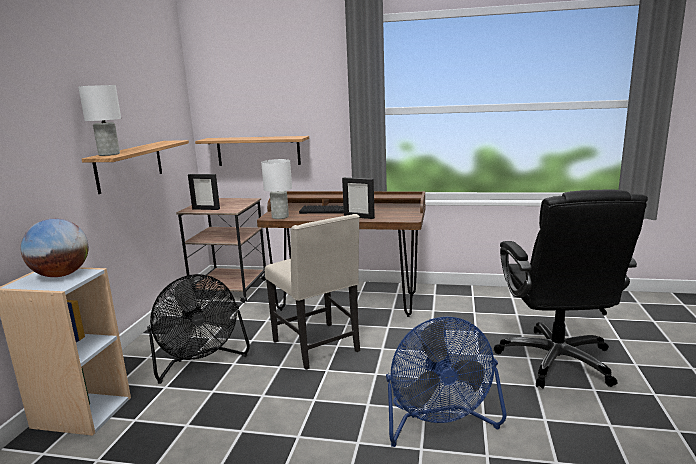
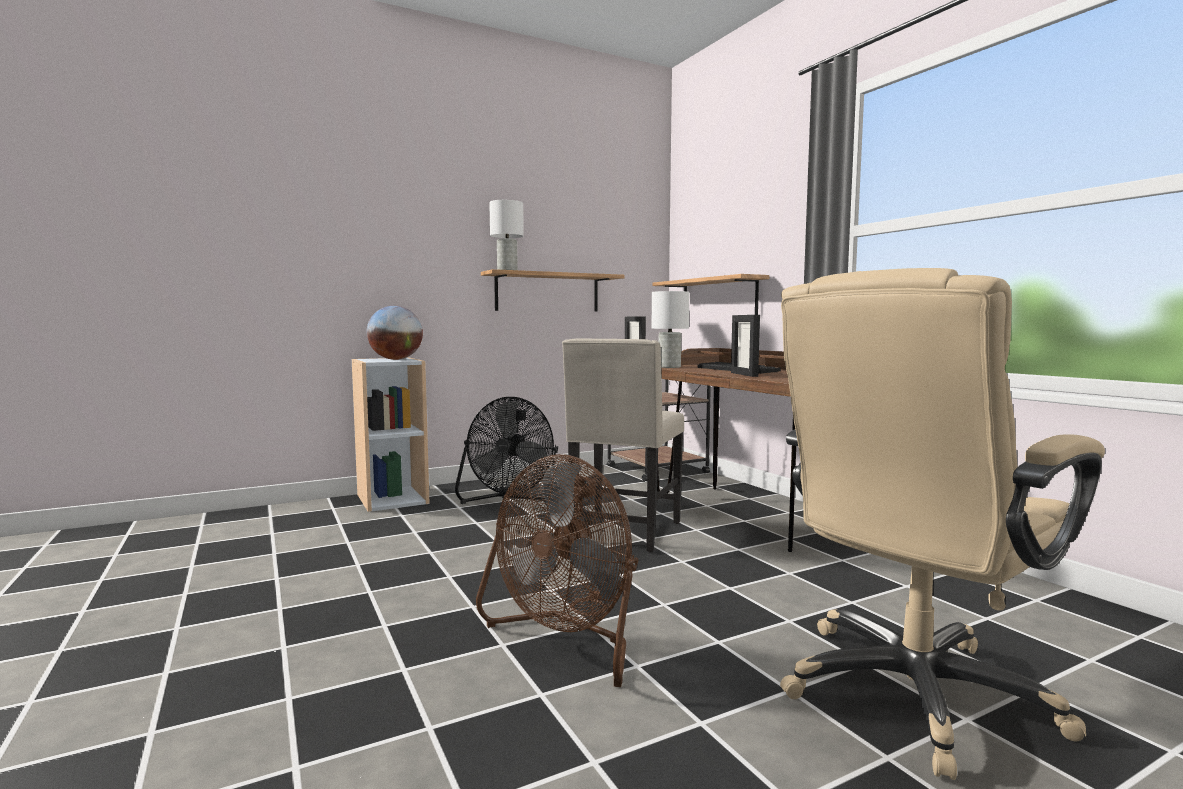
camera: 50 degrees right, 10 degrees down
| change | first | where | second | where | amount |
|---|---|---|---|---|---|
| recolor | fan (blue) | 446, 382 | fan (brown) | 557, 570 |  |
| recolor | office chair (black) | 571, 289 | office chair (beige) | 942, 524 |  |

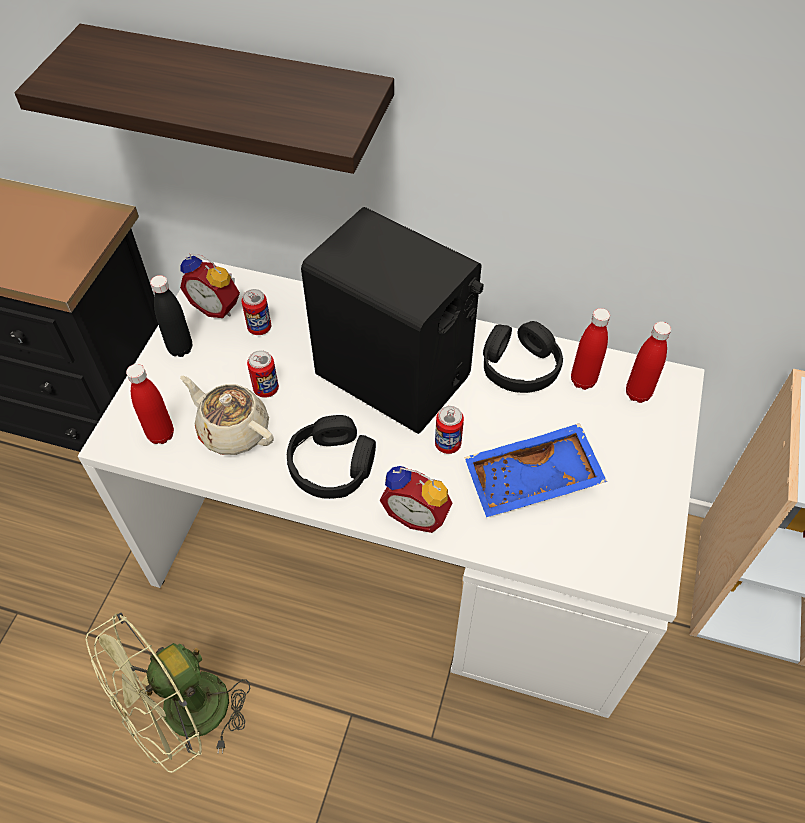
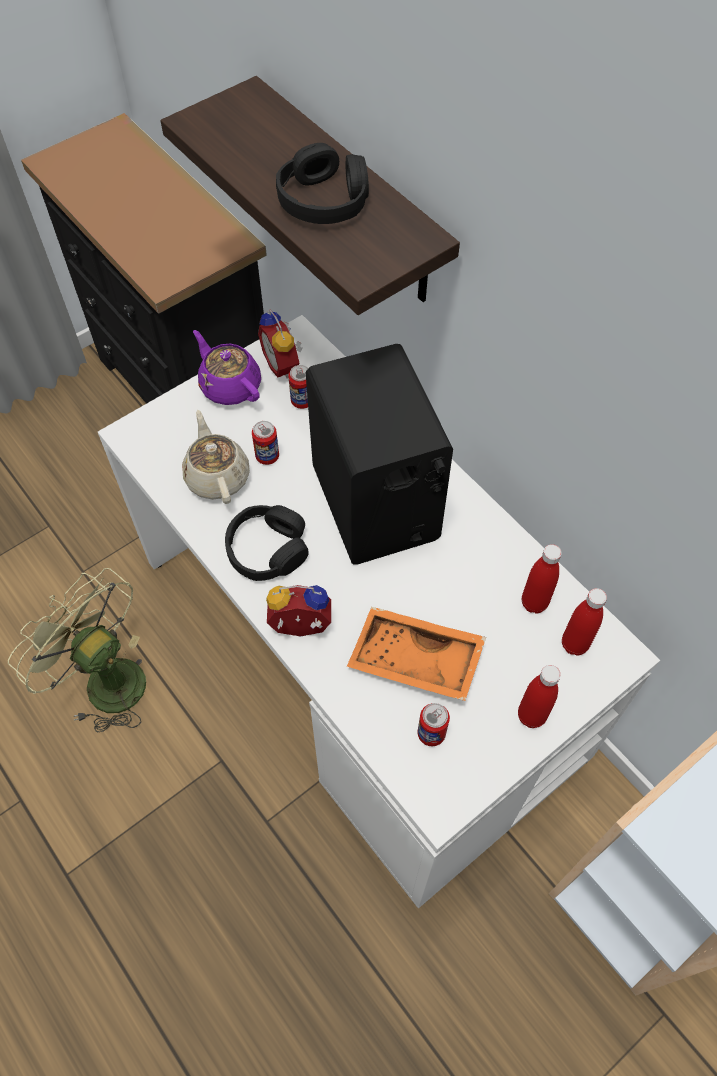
camera: 35 degrees right, 5 degrees up
| change | first | where | second | where | amount |
|---|---|---|---|---|---|
| rotate | fan (green) | 167, 693 |  | 77, 650 | 45 degrees clockwise |
| move | bottle (red) | 150, 404 |  | 539, 696 |  |
| replace | bottle (black) | 171, 316 | teapot (purple) | 227, 367 |  |
| rotate | alarm clock | 416, 499 |  | 298, 610 | 120 degrees clockwise |
| move | can | 449, 430 |  | 434, 724 |  |
| recolor | tray (blue) | 535, 470 | tray (orange) | 416, 654 |  |
| move | headphones (black) | 523, 357 |  | 322, 183 |  |

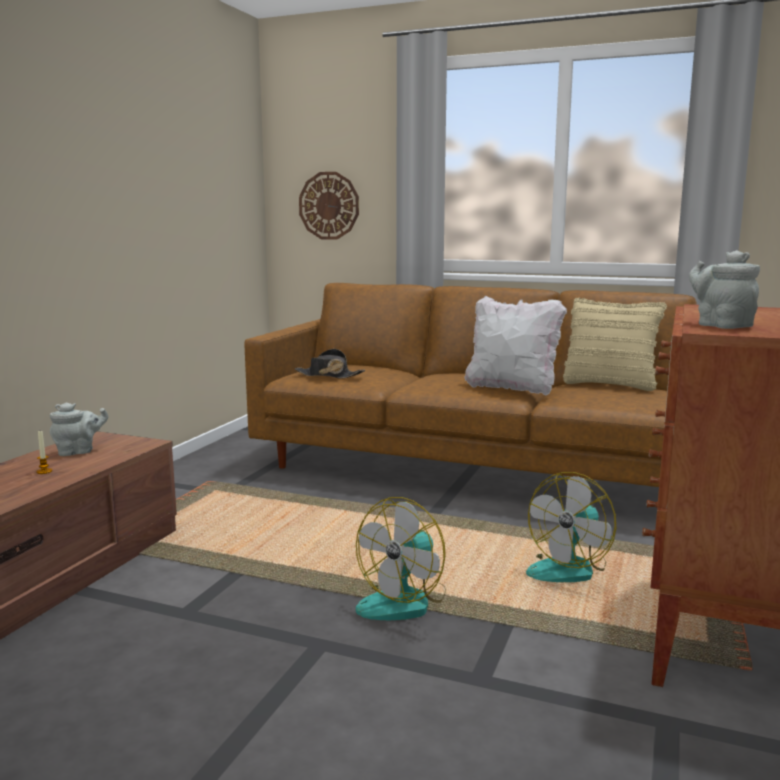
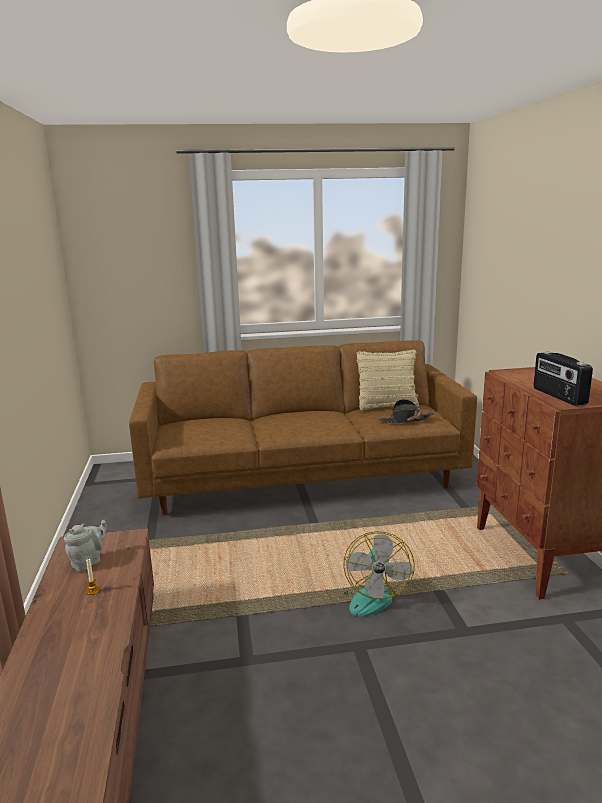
camera: 30 degrees left, 5 degrees up
| change | first | where | second | where | amount |
|---|---|---|---|---|---|
| move | hat (black) | 330, 363 |  | 406, 411 |  |
| delete | wall clock | 329, 206 |  |  |  |
| delete | pillow (white) | 515, 345 |  |  |  |
| delete | fan | 571, 527 |  |  |  |
| replace | teapot (grey) | 724, 289 | radio | 563, 379 |  |

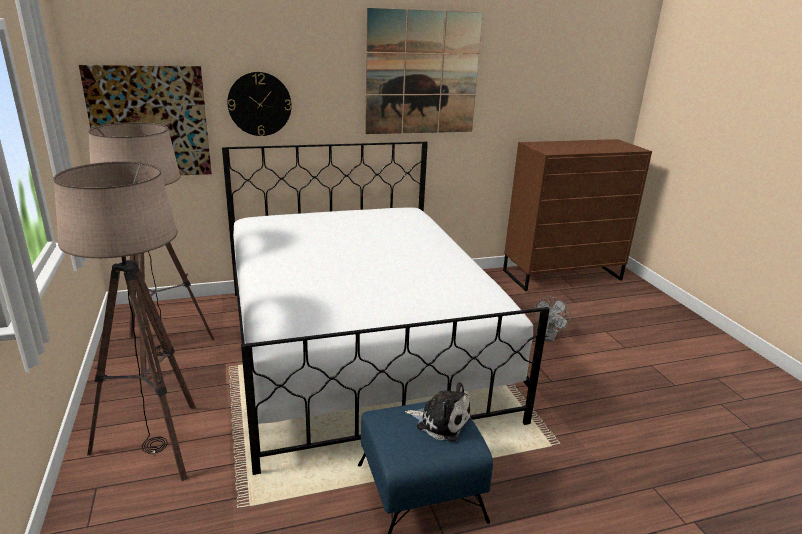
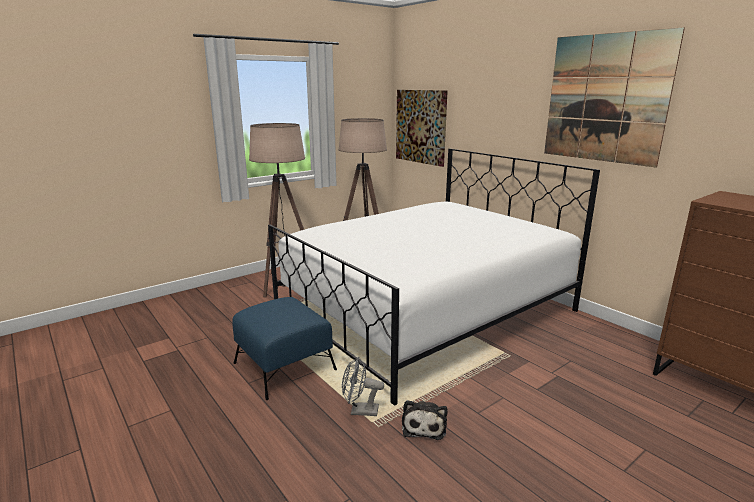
camera: 70 degrees right, 5 degrees down
| change | first | where | second | where | amount |
|---|---|---|---|---|---|
| delete | wall clock | 259, 104 |  |  |  |
| move | plush toy | 438, 412 |  | 425, 420 |  |
| move | fan (grey) | 552, 319 |  | 363, 386 |  |

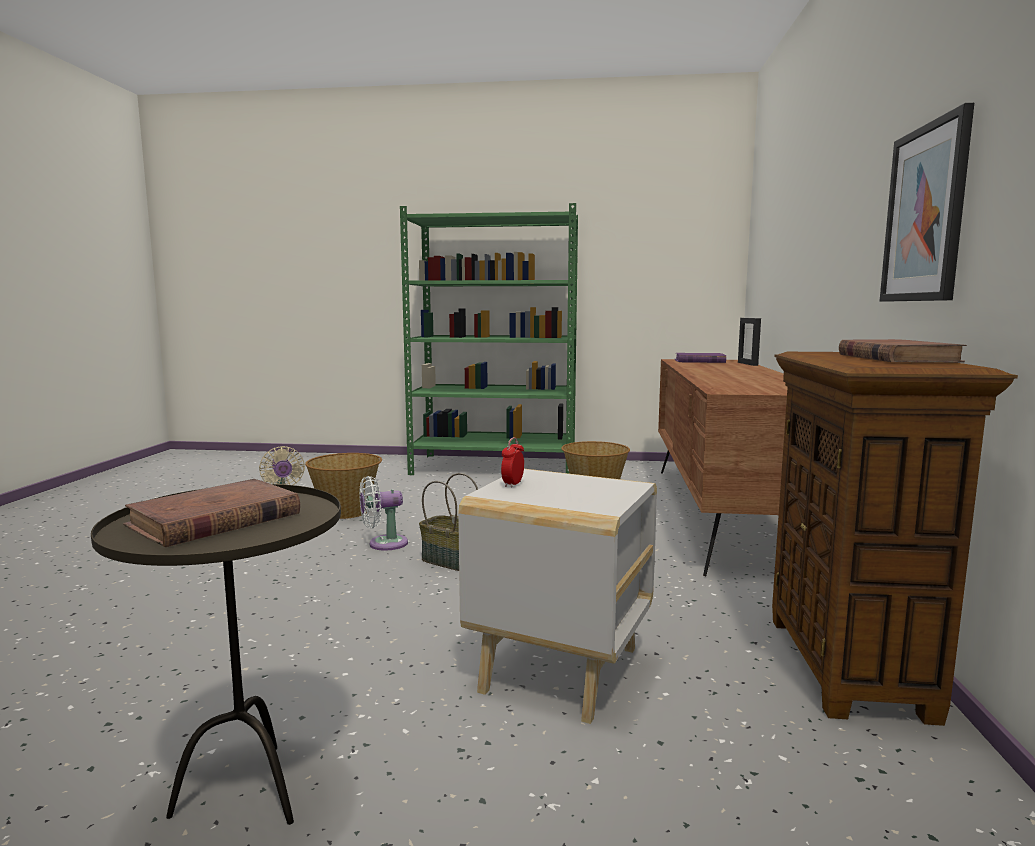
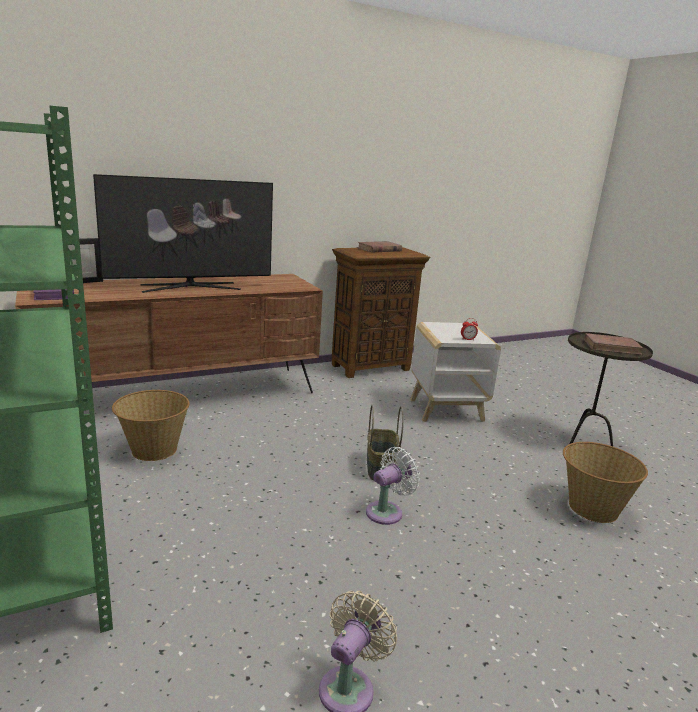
camera: 125 degrees left, 10 degrees up
| change | first | where | second | where | amount |
|---|---|---|---|---|---|
| move | basket | 343, 486 |  | 605, 482 |  |
| rotate | fan (white) | 383, 513 |  | 393, 486 | 75 degrees counterclockwise |
| delete | picture | 927, 202 |  |  |  |
| insert |  |  | television | 183, 233 |  |

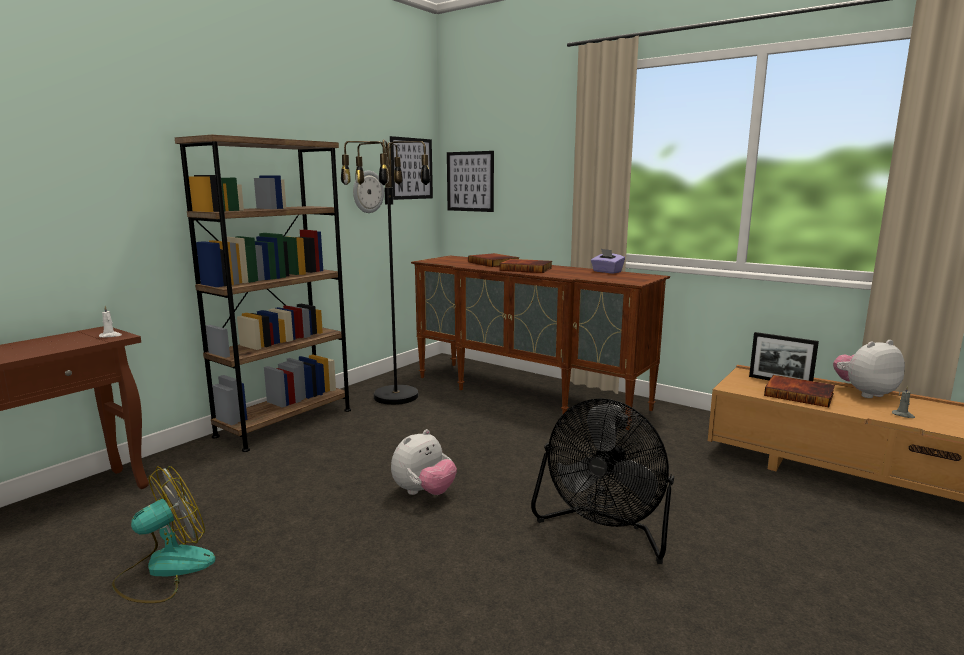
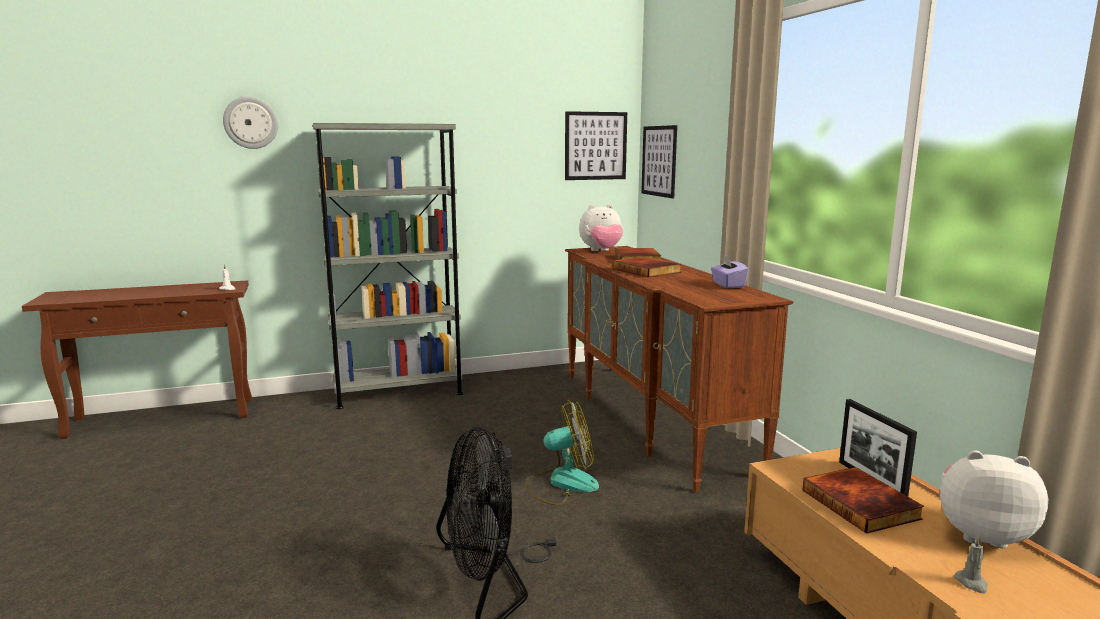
camera: 35 degrees right, 0 degrees up
| change | first | where | second | where | amount |
|---|---|---|---|---|---|
| move | fan | 163, 534 |  | 562, 452 |  |
| recolor | bookcase (brown) | 263, 293 | bookcase (grey) | 388, 266 |  |
| delete | floor lamp | 385, 272 |  |  |  |
| move | wall clock | 368, 192 |  | 250, 122 |  |
| move | plush toy | 424, 462 |  | 601, 227 |  |

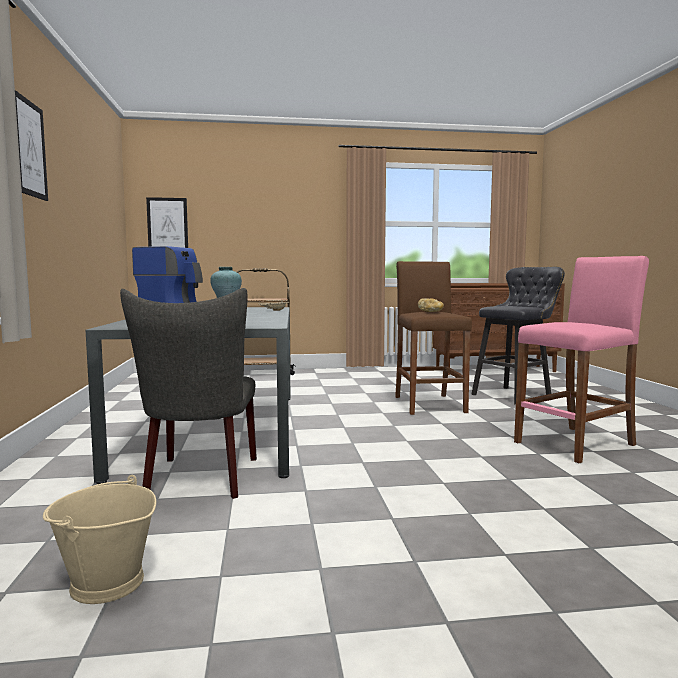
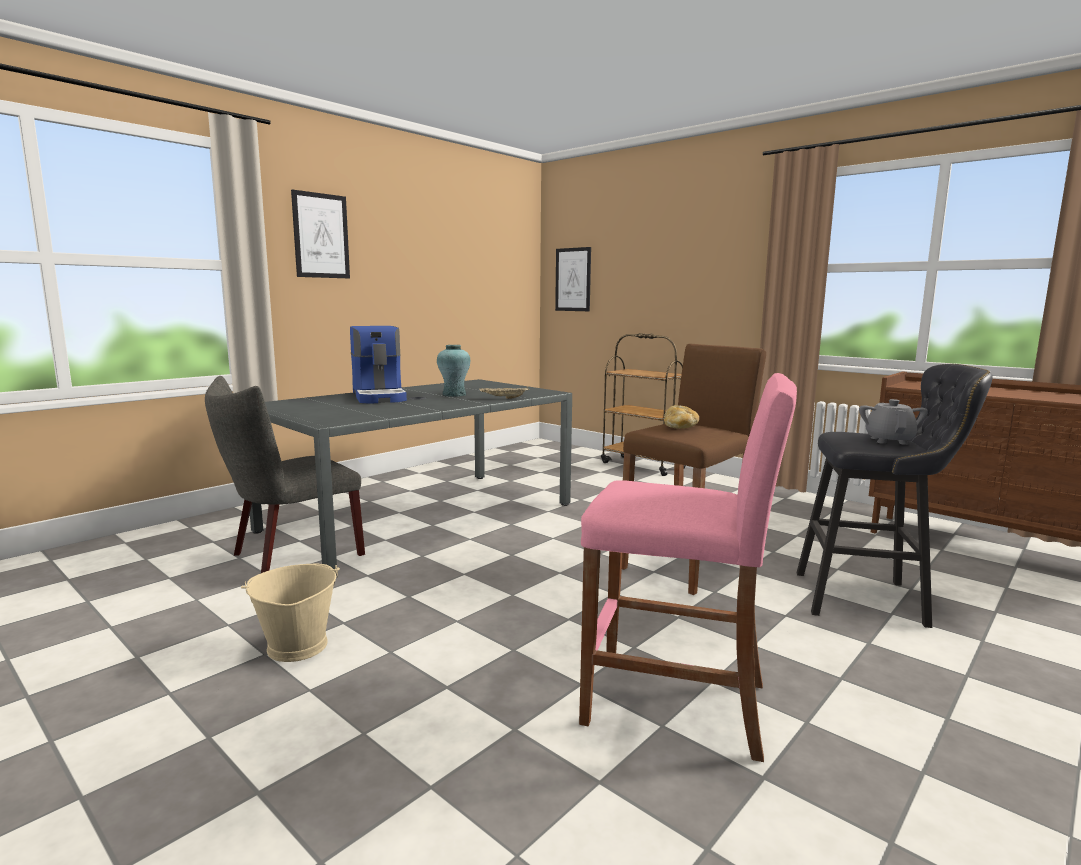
camera: 50 degrees right, 5 degrees up
| change | first | where | second | where | amount |
|---|---|---|---|---|---|
| move | bucket (beige) | 99, 539 |  | 290, 613 |  |
| insert |  |  | teapot (grey) | 893, 422 |  |

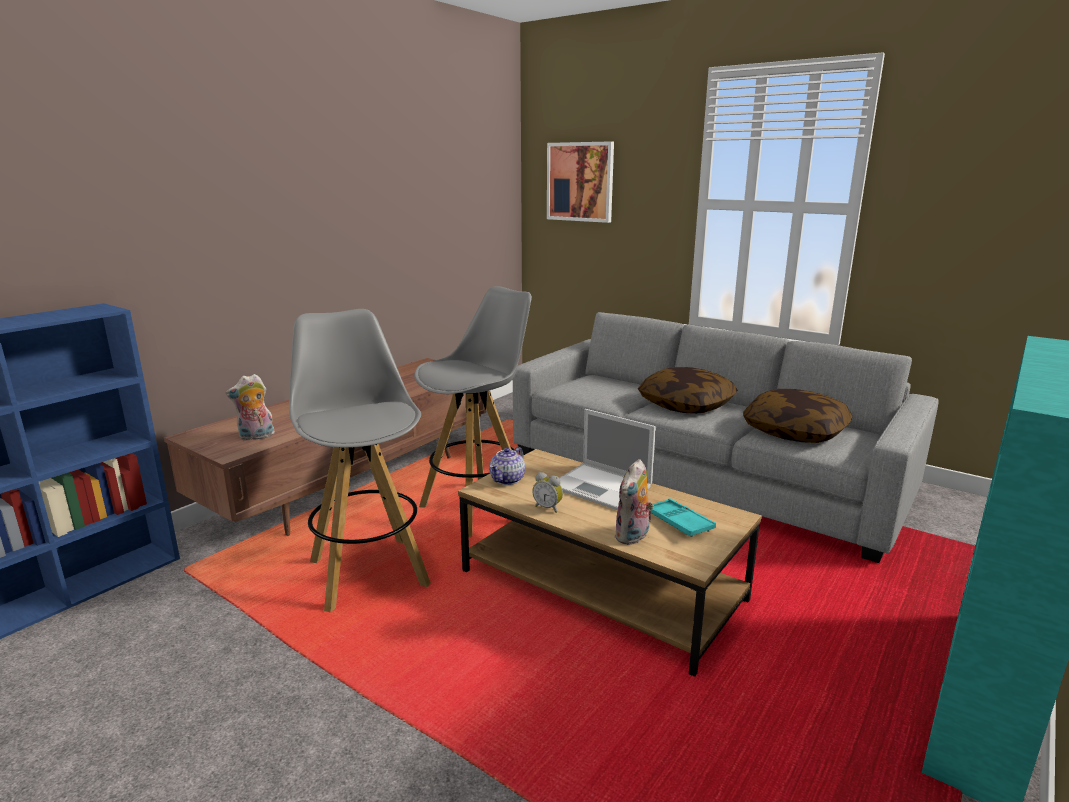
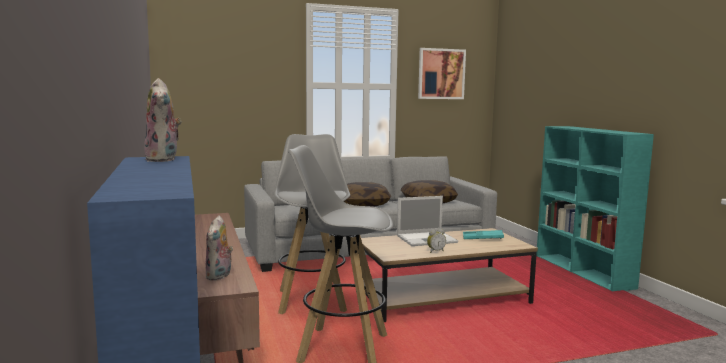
camera: 55 degrees left, 10 degrees down
| change | first | where | second | where | amount |
|---|---|---|---|---|---|
| delete | teapot | 507, 466 |  |  |  |
| move | picture | 580, 182 |  | 442, 73 |  |
| move | plush toy | 634, 502 |  | 163, 120 |  |

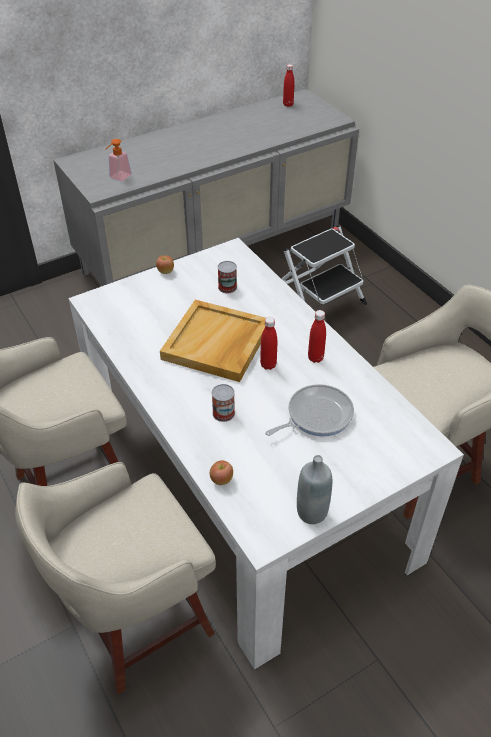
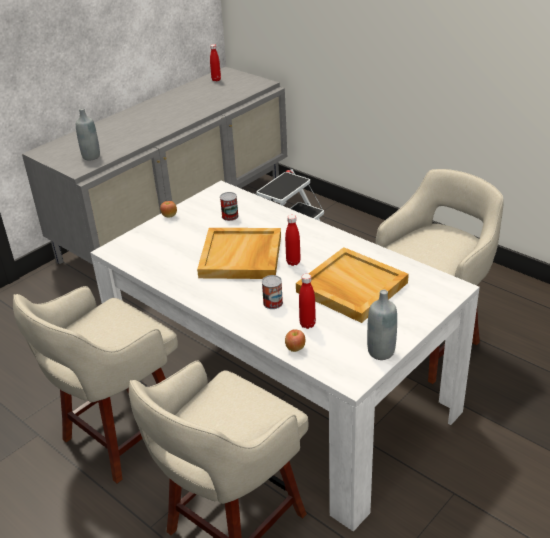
camera: 15 degrees left, 10 degrees down
| change | first | where | second | where | amount |
|---|---|---|---|---|---|
| replace | soap dispenser | 118, 160 | bottle (grey) | 88, 134 |  |
| replace | frying pan | 309, 410 | tray (beige) | 352, 285 |  |
| move | bottle (red) | 317, 336 |  | 307, 301 |  |

